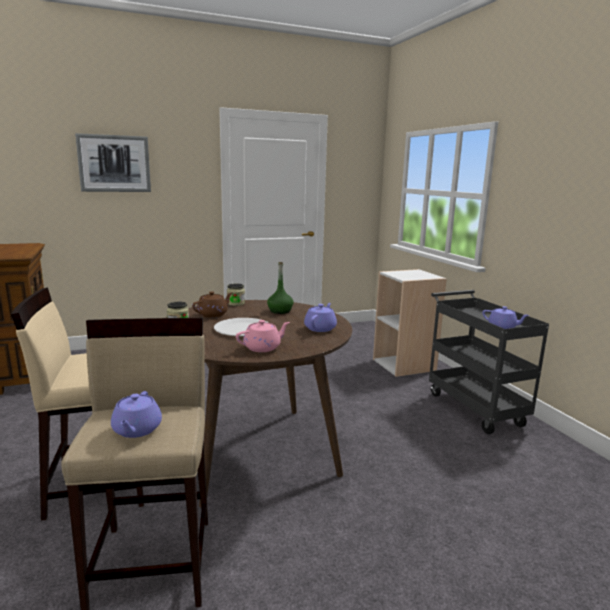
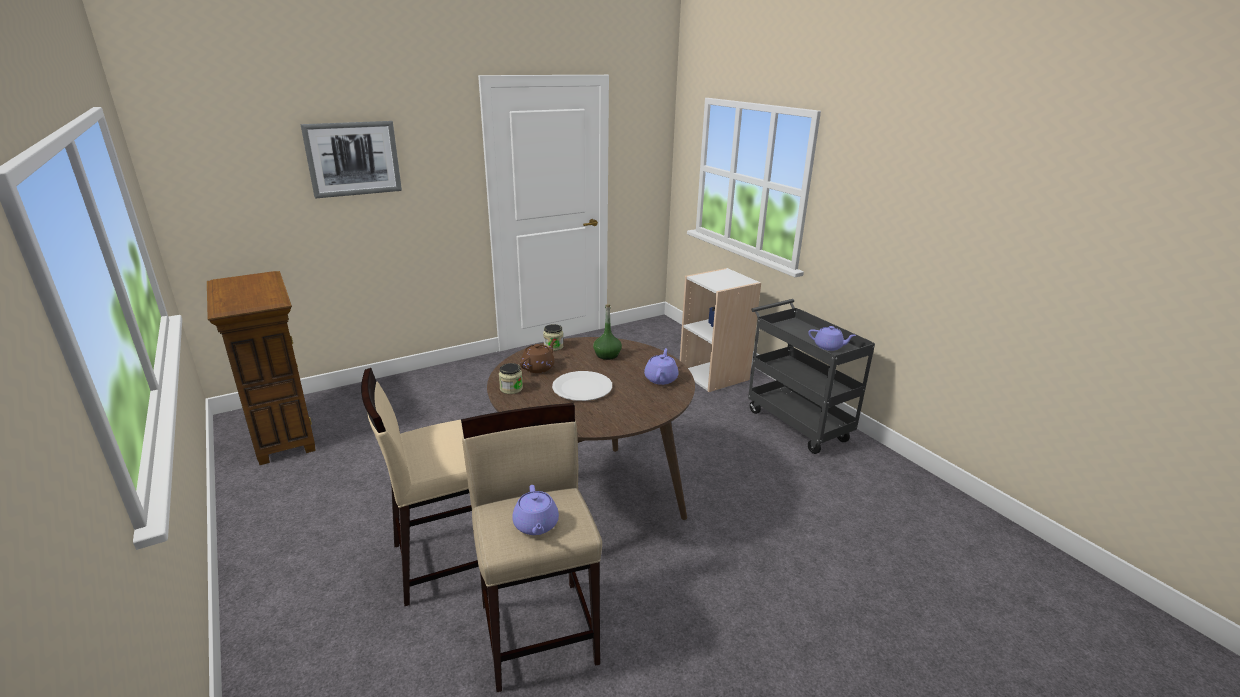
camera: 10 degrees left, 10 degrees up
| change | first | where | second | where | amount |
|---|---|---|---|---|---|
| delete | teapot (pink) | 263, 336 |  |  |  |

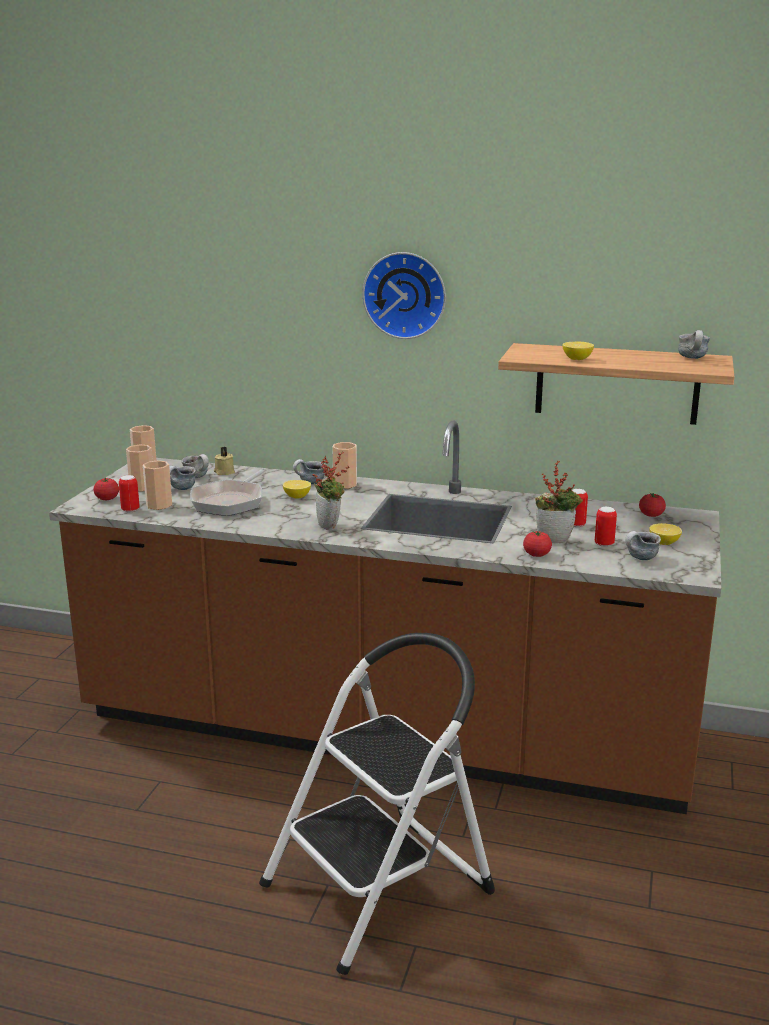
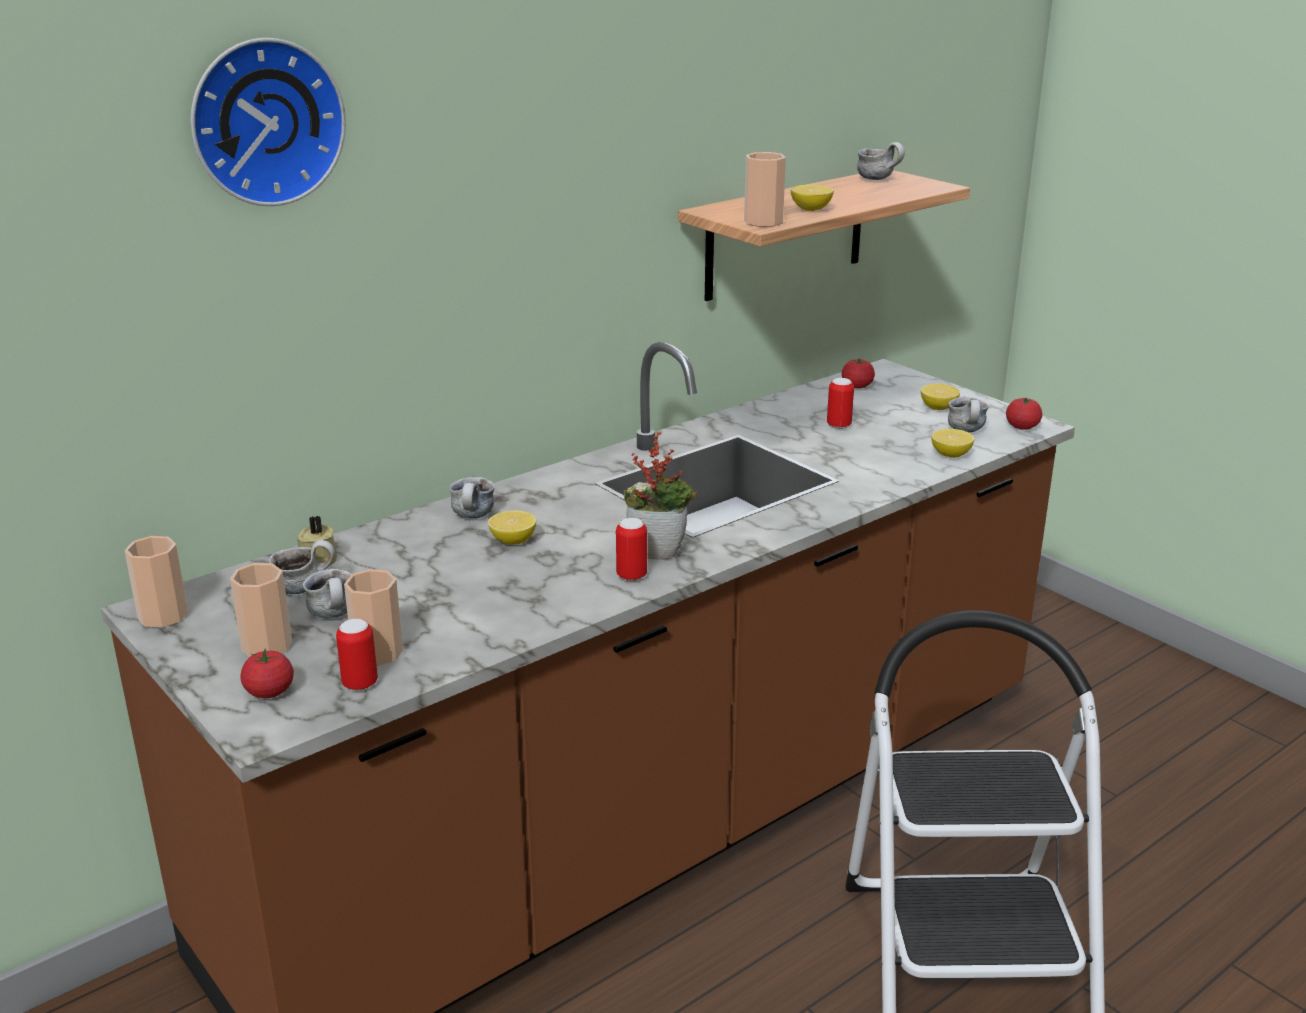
camera: 55 degrees left, 5 degrees up
| change | first | where | second | where | amount |
|---|---|---|---|---|---|
| delete | frying pan | 228, 492 |  |  |  |
| move | cup | 345, 465 |  | 765, 189 |  |
| move | wall clock | 404, 295 |  | 268, 122 |  |
| move | tomato | 537, 544 |  | 1024, 413 |  |
| delete | potted plant | 559, 502 |  |  |  |
| move | can | 606, 527 |  | 631, 549 |  |
| insert |  |  | lemon | 952, 443 |  |

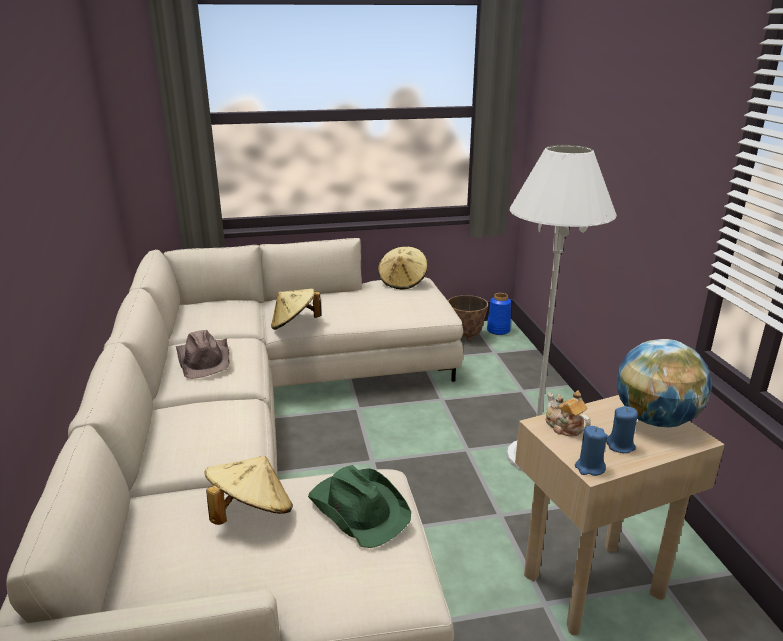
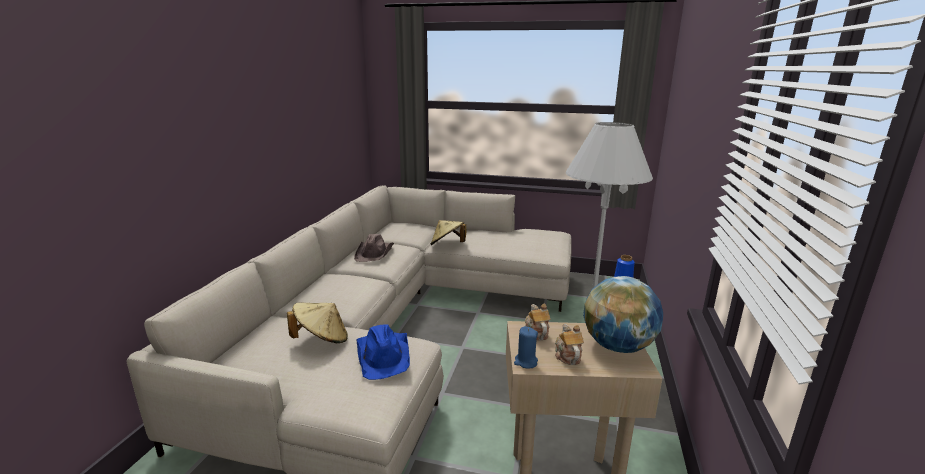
camera: 25 degrees right, 5 degrees down
| change | first | where | second | where | amount |
|---|---|---|---|---|---|
| recolor | hat (green) | 359, 506 | hat (blue) | 383, 352 |  |
| delete | hat (beige) | 403, 268 |  |  |  |
| delete | planter | 468, 318 |  |  |  |
| replace | candle (blue) | 622, 429 | teapot | 569, 344 |  |

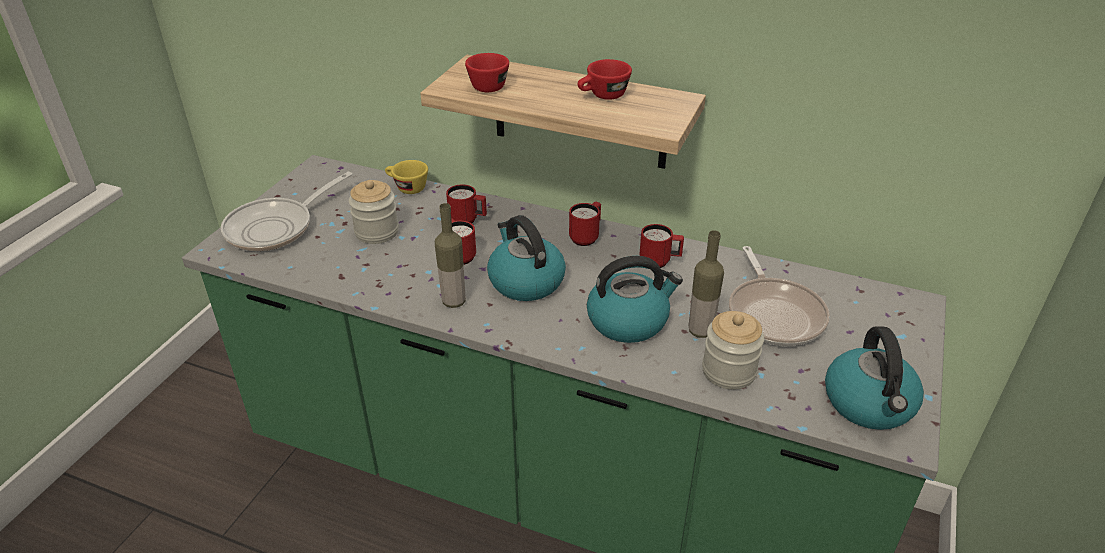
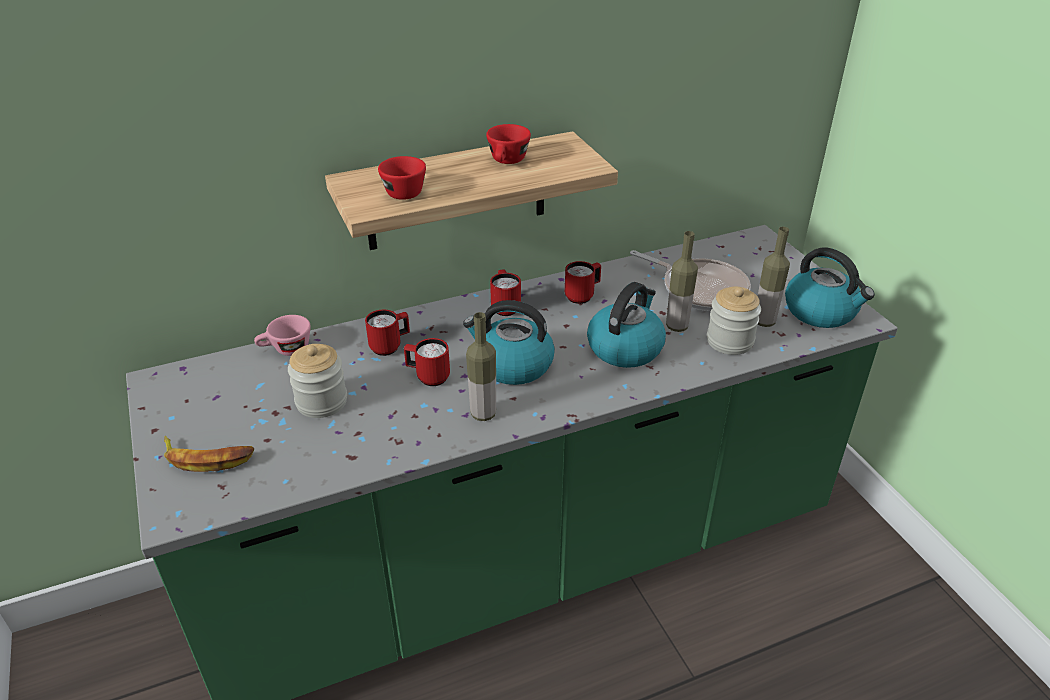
camera: 45 degrees left, 0 degrees up
| change | first | where | second | where | amount |
|---|---|---|---|---|---|
| replace | frying pan | 286, 211 | banana | 209, 454 |  |
| recolor | cup (yellow) | 406, 177 | cup (pink) | 282, 335 |  |
| insert |  |  | bottle | 774, 277 |  |

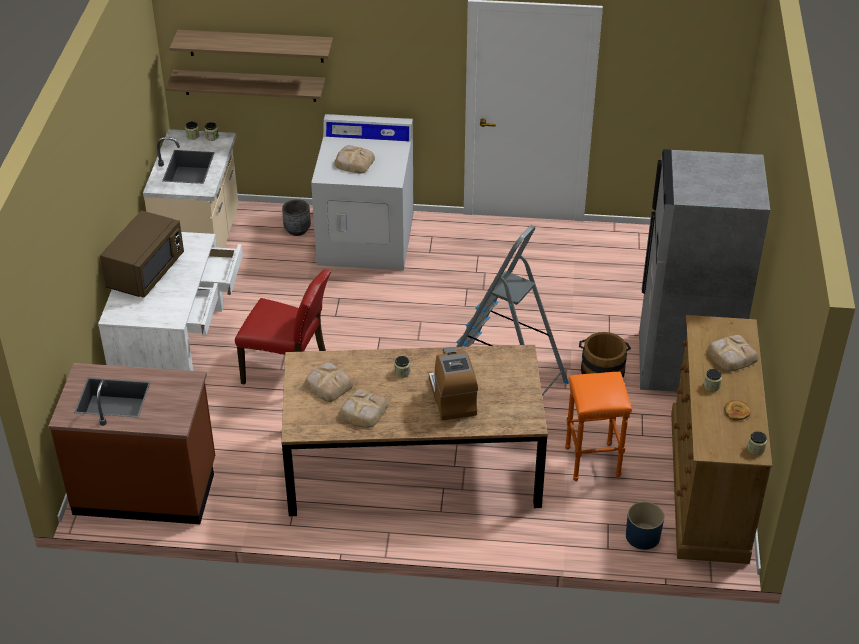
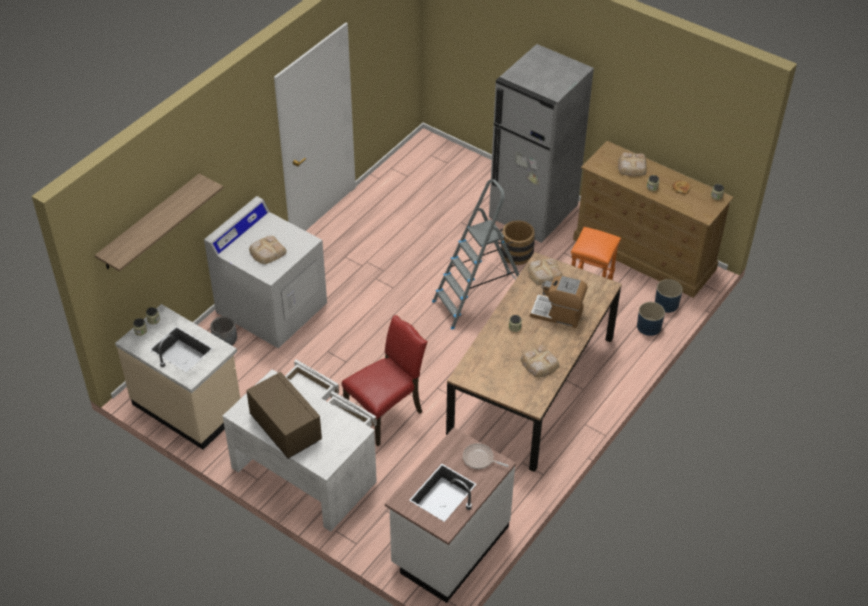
camera: 60 degrees left, 5 degrees up
| change | first | where | second | where | amount |
|---|---|---|---|---|---|
| recolor | counter (brown) | 131, 443 | counter (white) | 450, 515 |  |
| delete | shelf | 245, 86 |  |  |  |
| move | bread | 328, 382 |  | 545, 271 |  |
| insert |  |  | frying pan | 486, 456 |  |
| insert |  |  | planter (blue) | 651, 319 |  |

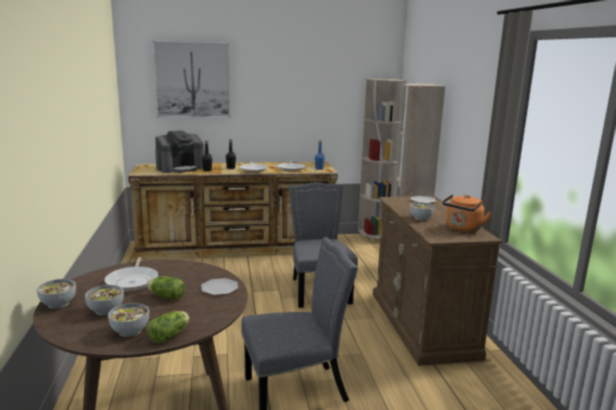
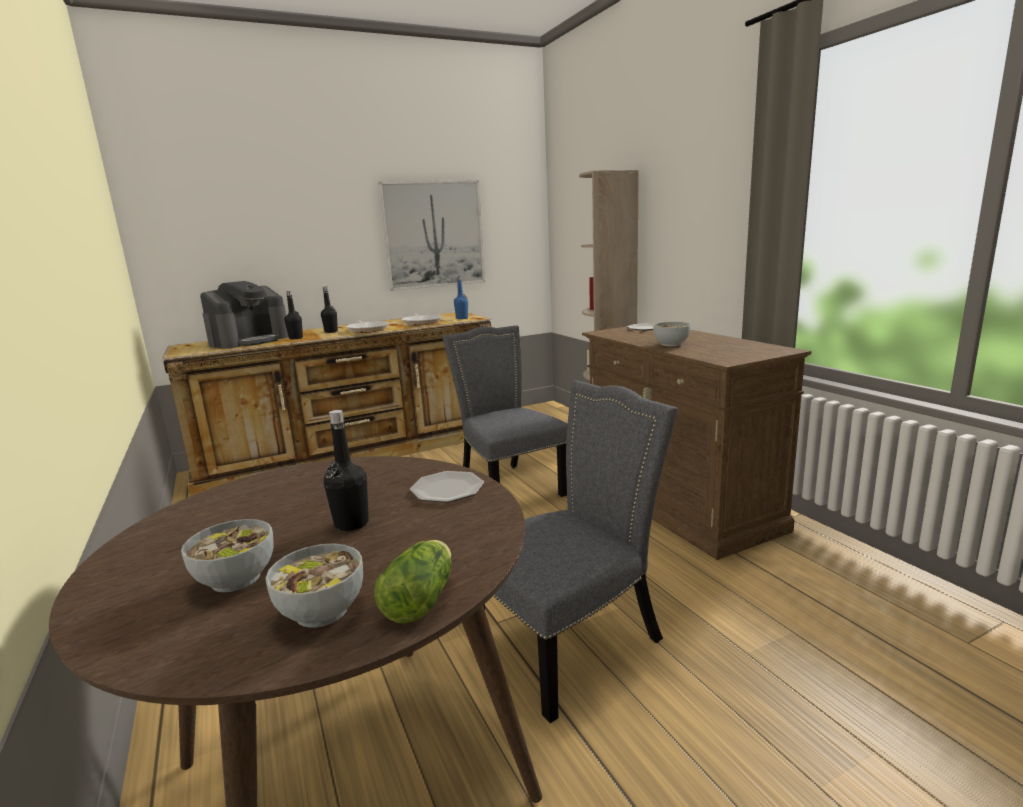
camera: 15 degrees left, 0 degrees up
| change | first | where | second | where | amount |
|---|---|---|---|---|---|
| delete | bowl | 56, 294 |  |  |  |
| delete | frying pan | 131, 274 |  |  |  |
| replace | lettuce | 166, 288 | bottle (black) | 346, 470 |  |
| move | picture | 191, 79 |  | 431, 235 |  |
| delete | bookcase (beige) | 382, 160 |  |  |  |
| delete | kettle (orange) | 466, 213 |  |  |  |

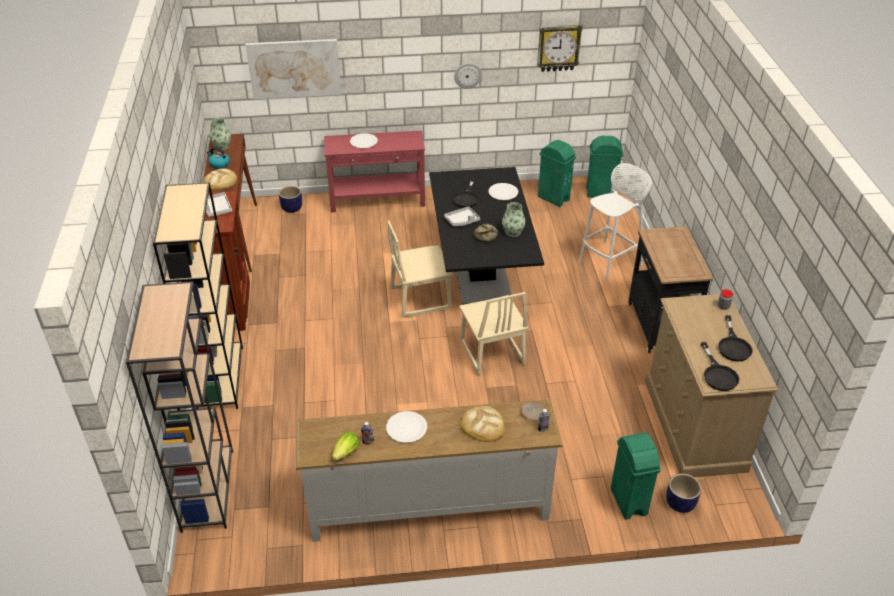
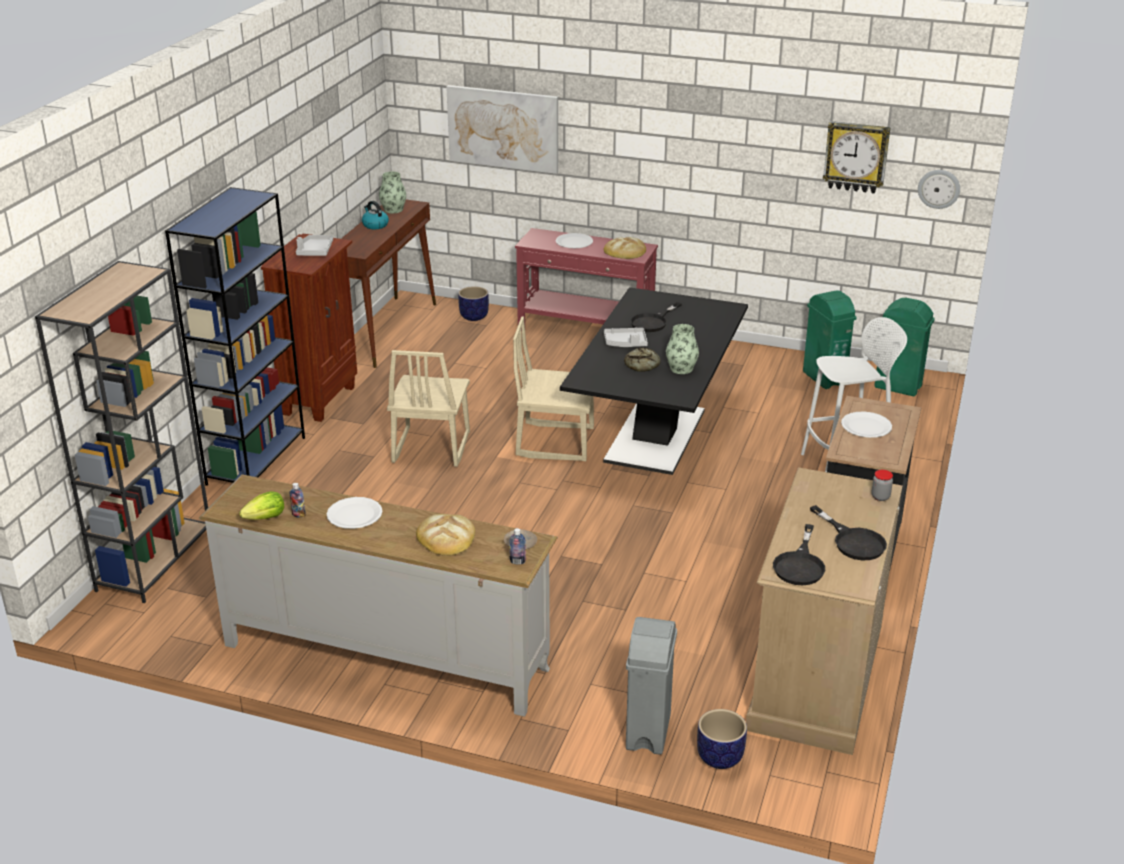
camera: 25 degrees right, 10 degrees down
| change | first | where | second | where | amount |
|---|---|---|---|---|---|
| recolor | bookcase (beige) | 198, 295 | bookcase (blue) | 235, 336 |  |
| move | bread | 220, 179 |  | 624, 248 |  |
| move | wall clock | 468, 76 |  | 939, 189 |  |
| move | chair (beige) | 494, 333 |  | 428, 408 |  |
| move | plate (white) | 503, 191 |  | 866, 425 |  |
| recolor | trash can (green) | 636, 476 | trash can (grey) | 651, 686 |  |
| rotate | frying pan (black) | 735, 338 |  | 848, 532 | 60 degrees counterclockwise |

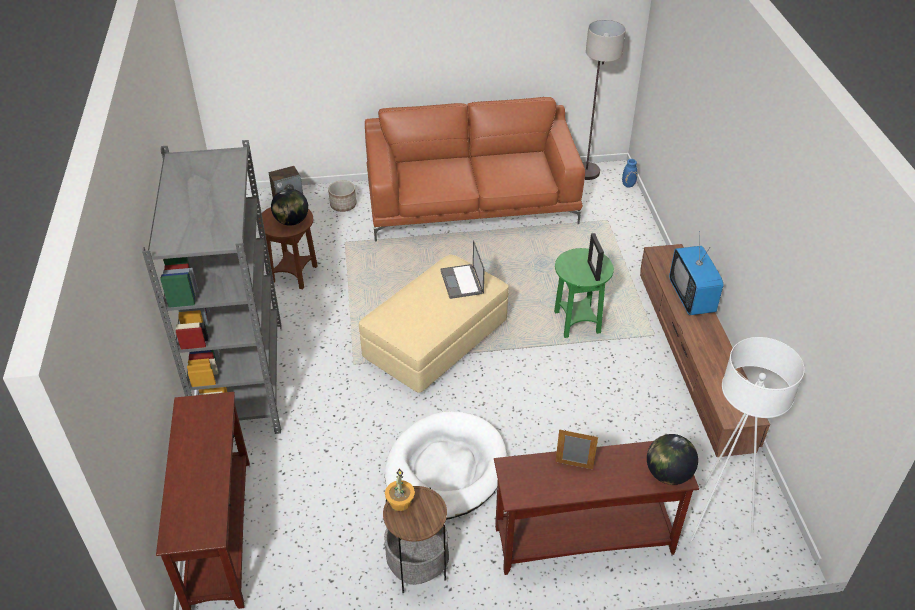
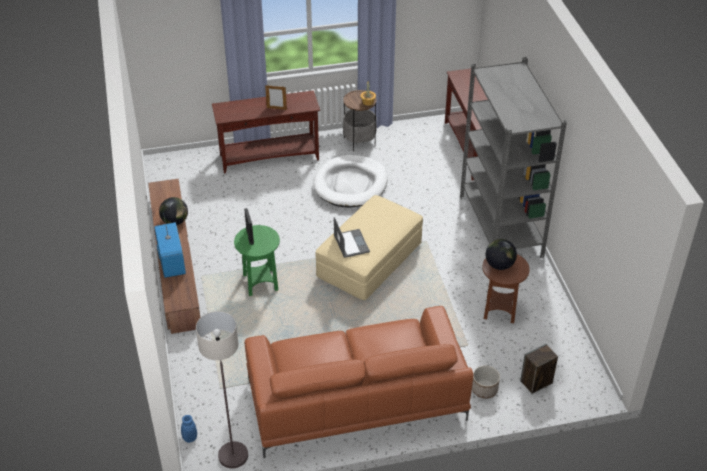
camera: 175 degrees right, 0 degrees up
| change | first | where | second | where | amount |
|---|---|---|---|---|---|
| move | globe | 672, 459 |  | 173, 211 |  |
| delete | floor lamp (white) | 748, 439 |  |  |  |

